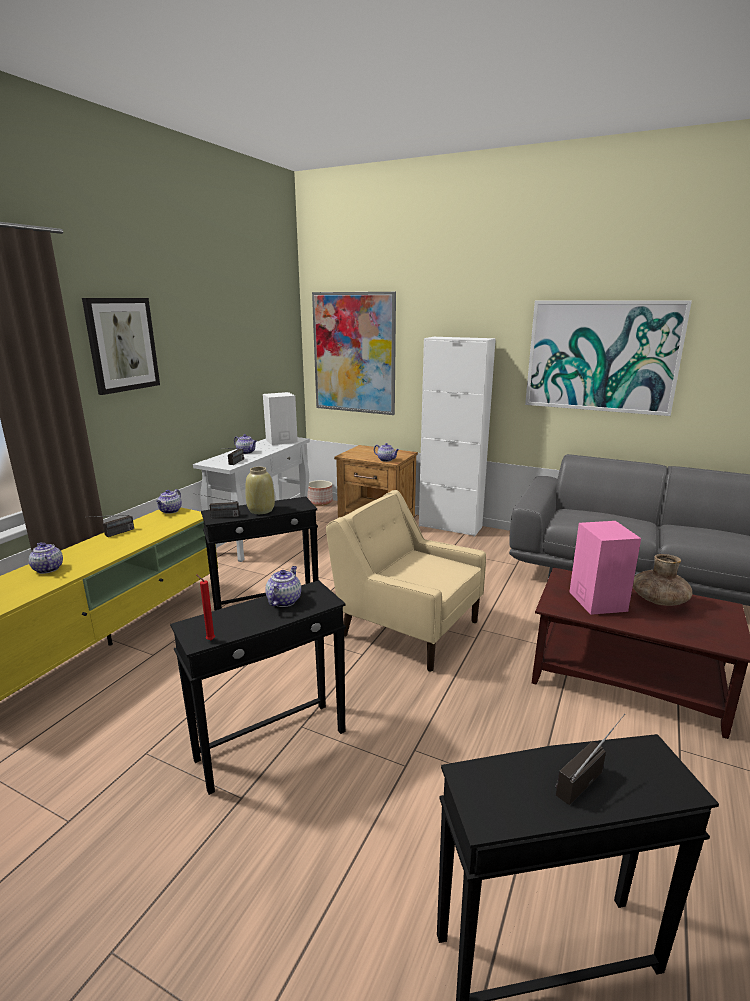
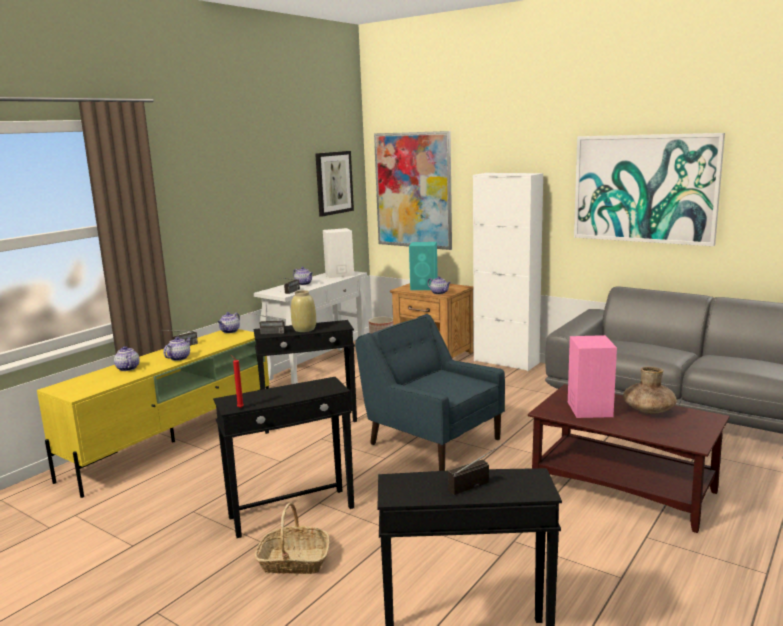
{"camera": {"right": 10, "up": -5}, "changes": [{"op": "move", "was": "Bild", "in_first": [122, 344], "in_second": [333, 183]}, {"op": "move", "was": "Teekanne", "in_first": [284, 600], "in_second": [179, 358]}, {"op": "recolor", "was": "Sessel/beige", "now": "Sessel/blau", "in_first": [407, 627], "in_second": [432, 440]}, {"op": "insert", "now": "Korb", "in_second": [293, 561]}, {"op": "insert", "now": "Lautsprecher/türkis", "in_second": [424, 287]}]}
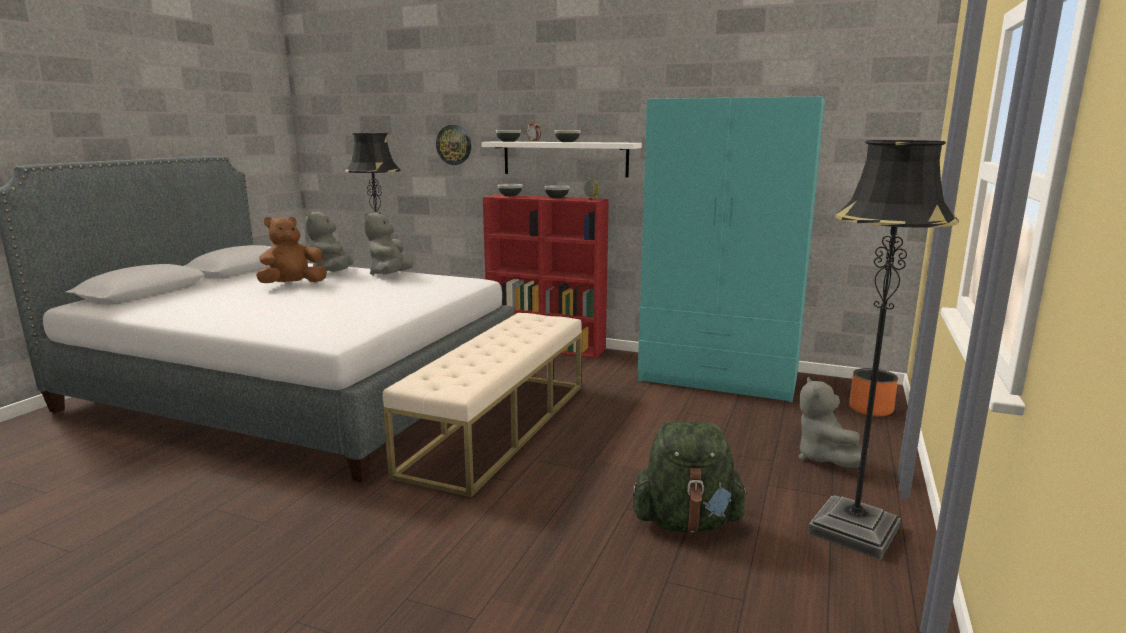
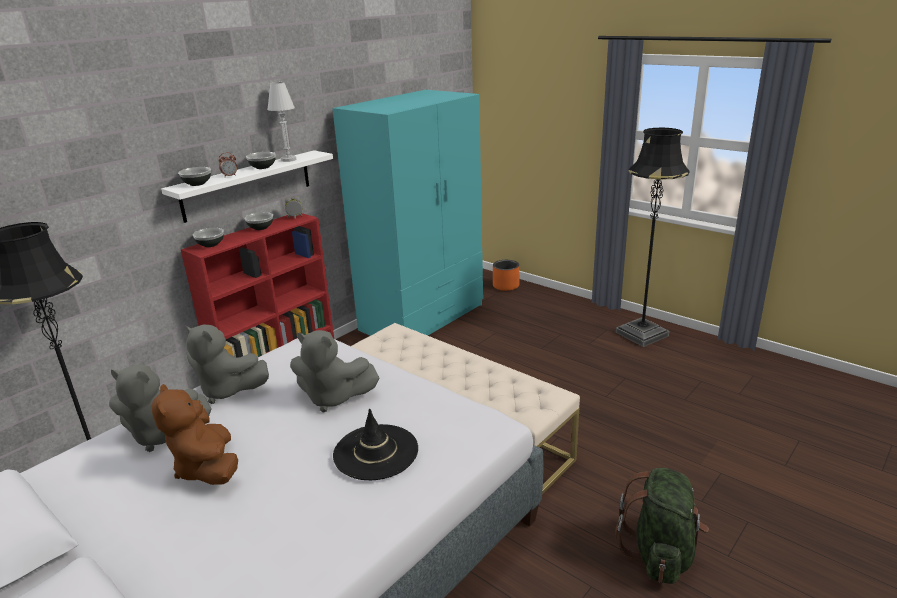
{"camera": {"right": -70, "up": 10}, "changes": [{"op": "delete", "was": "Wanduhr", "in_first": [454, 145]}, {"op": "move", "was": "Rucksack/grün", "in_first": [687, 522], "in_second": [660, 553]}, {"op": "move", "was": "Plüschtier/grau", "in_first": [824, 458], "in_second": [333, 398]}, {"op": "insert", "now": "Tischlampe/weiß", "in_second": [288, 160]}, {"op": "insert", "now": "Hut/schwarz", "in_second": [376, 452]}]}
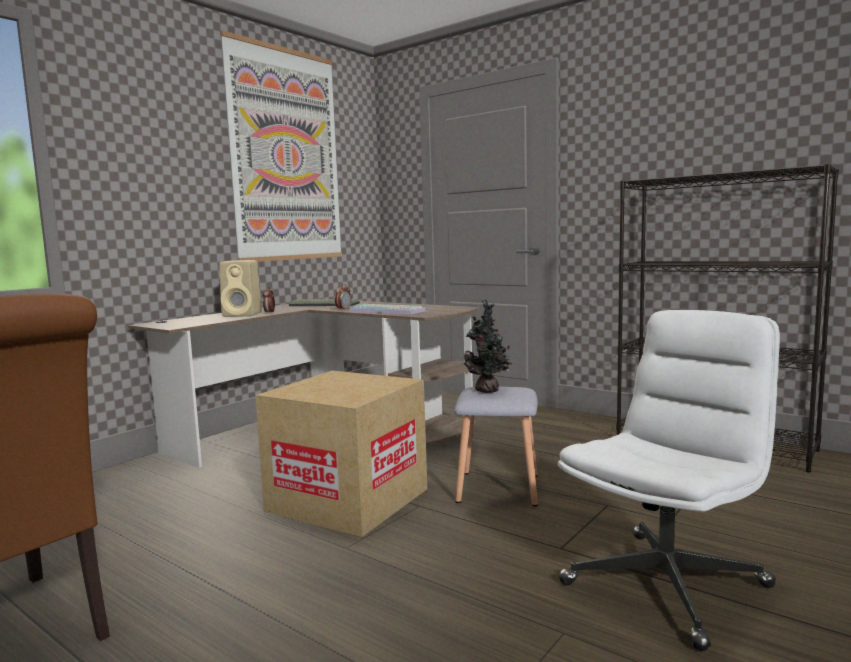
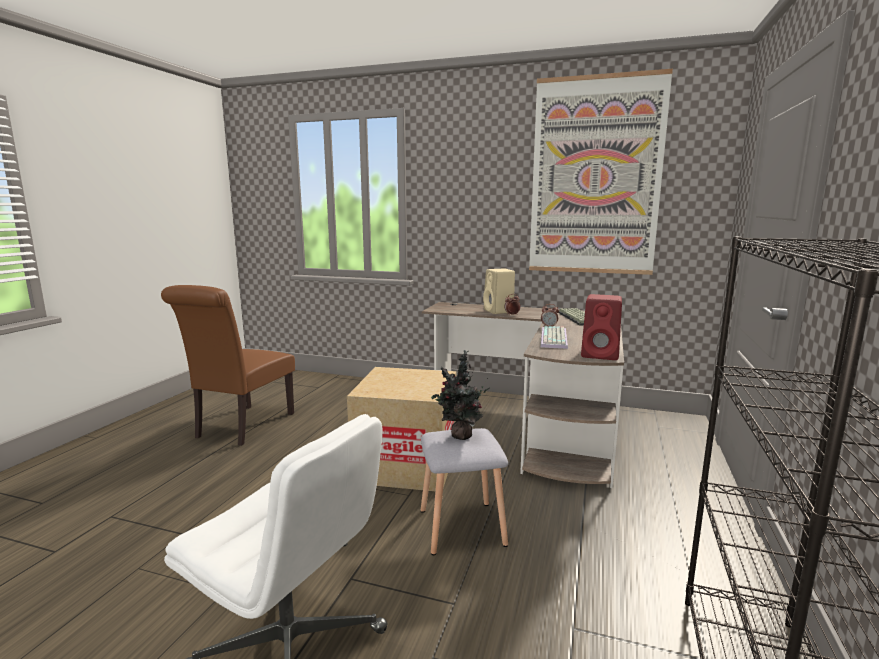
{"camera": {"right": 70, "up": 5}, "changes": [{"op": "insert", "now": "Lautsprecher/rot", "in_second": [601, 355]}]}
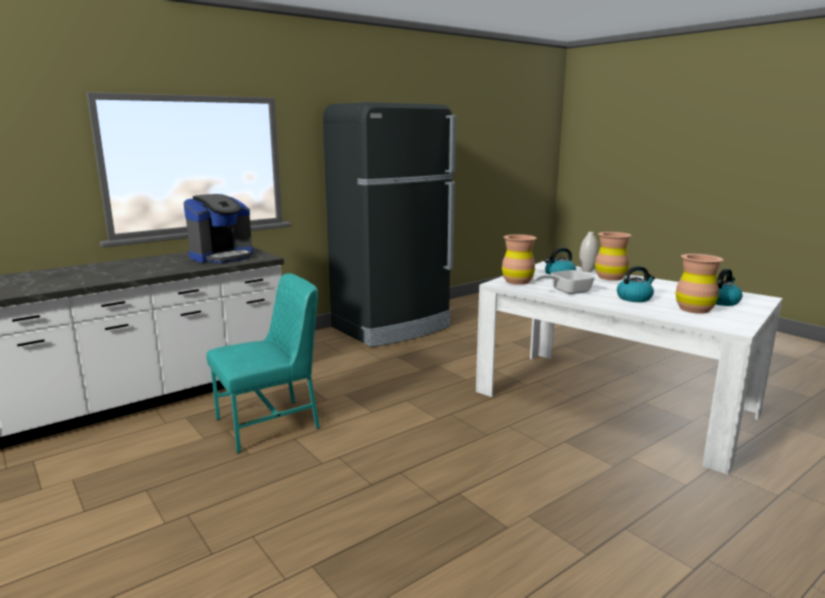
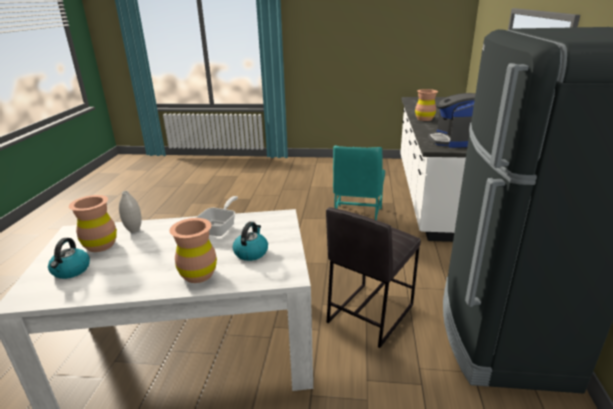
{"camera": {"right": 135, "up": 10}, "changes": [{"op": "move", "was": "Vase/braun", "in_first": [517, 281], "in_second": [424, 119]}, {"op": "move", "was": "Vase/weiß", "in_first": [587, 271], "in_second": [134, 230]}, {"op": "delete", "was": "Wasserkessel", "in_first": [634, 298]}, {"op": "insert", "now": "Hocker/grau", "in_second": [369, 313]}]}
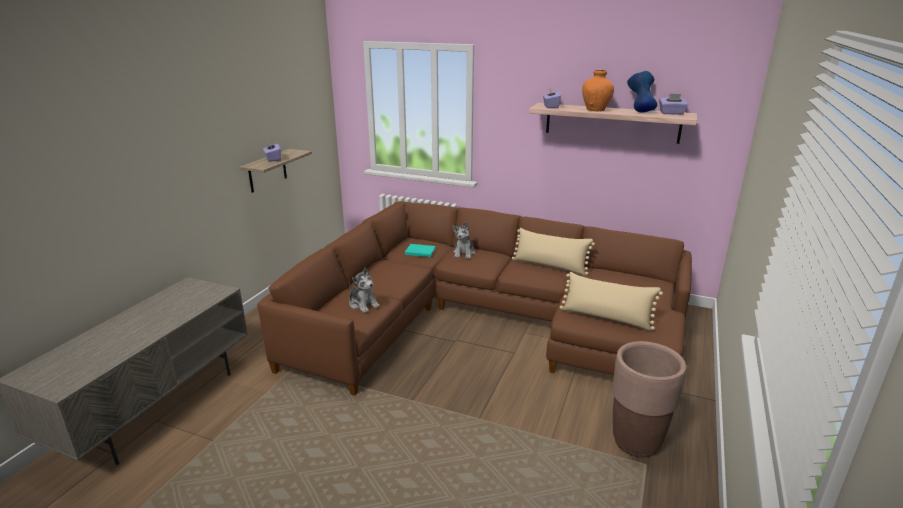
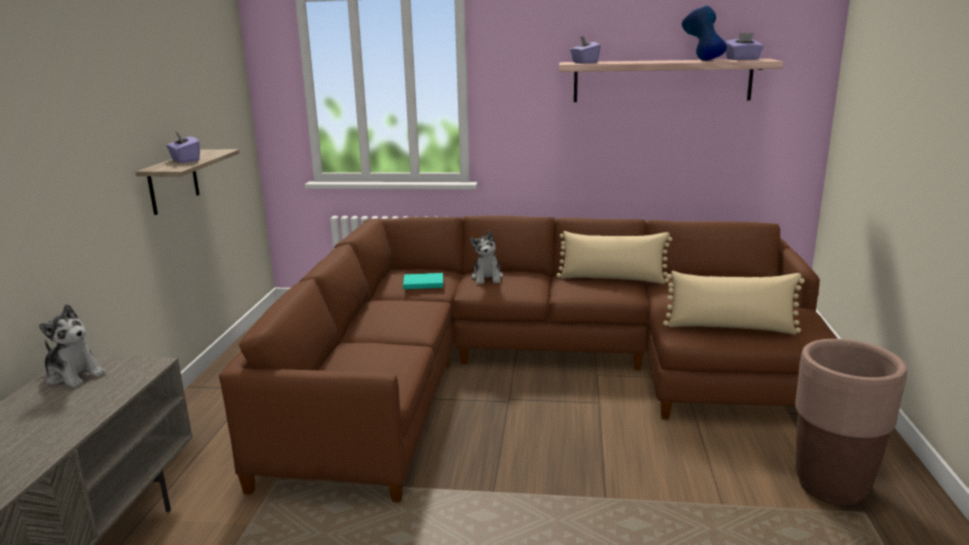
{"camera": {"right": -15, "up": -5}, "changes": [{"op": "move", "was": "Plüschtier", "in_first": [363, 304], "in_second": [74, 375]}, {"op": "delete", "was": "Vase/orange", "in_first": [595, 110]}]}
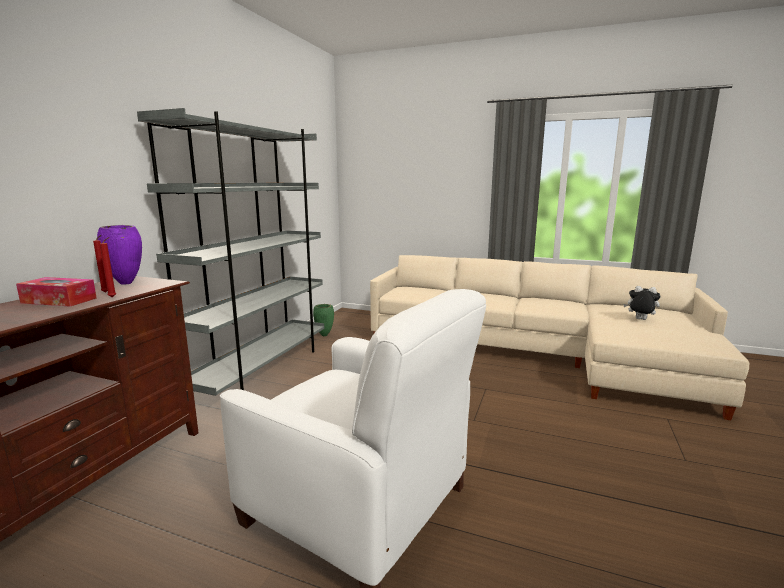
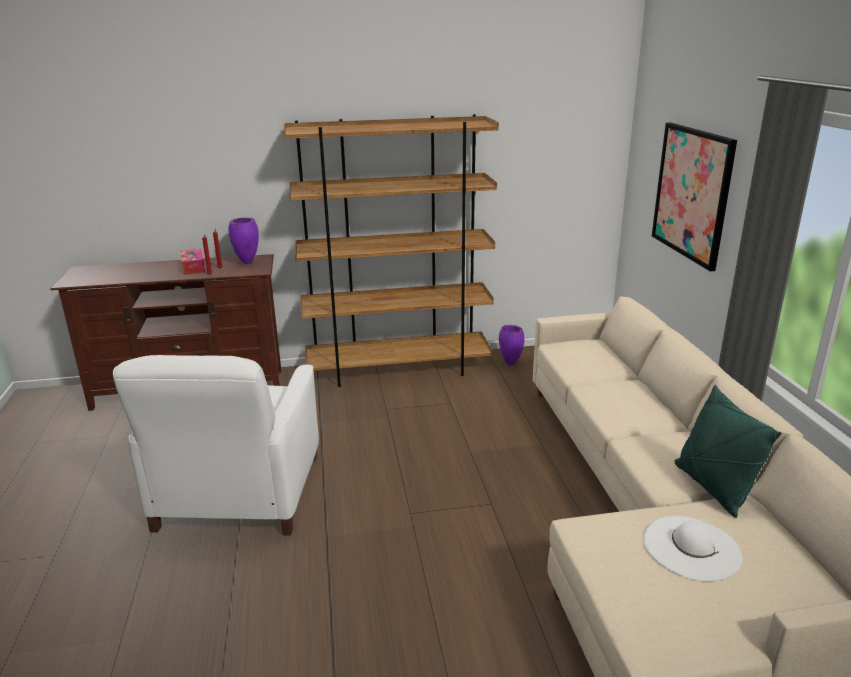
{"camera": {"right": 60, "up": 10}, "changes": [{"op": "recolor", "was": "Bücherregal/grau", "now": "Bücherregal/braun", "in_first": [263, 369], "in_second": [399, 369]}, {"op": "recolor", "was": "Vase/grün", "now": "Vase/lila", "in_first": [324, 335], "in_second": [511, 364]}, {"op": "replace", "was": "Plüschtier", "now": "Hut/weiß", "in_first": [640, 319], "in_second": [691, 547]}, {"op": "insert", "now": "Bild", "in_second": [692, 193]}, {"op": "insert", "now": "Kissen/grün", "in_second": [713, 487]}]}
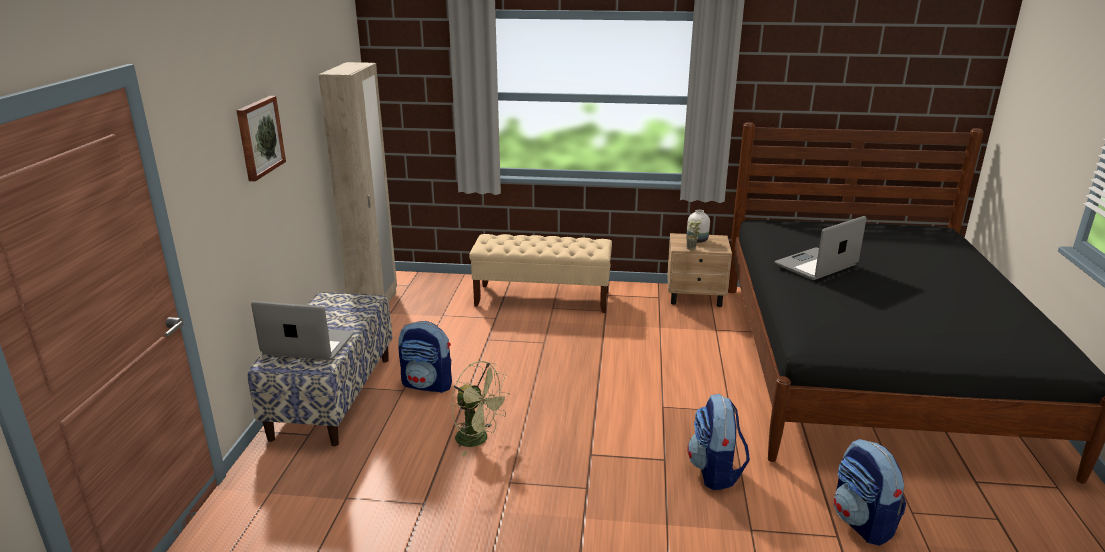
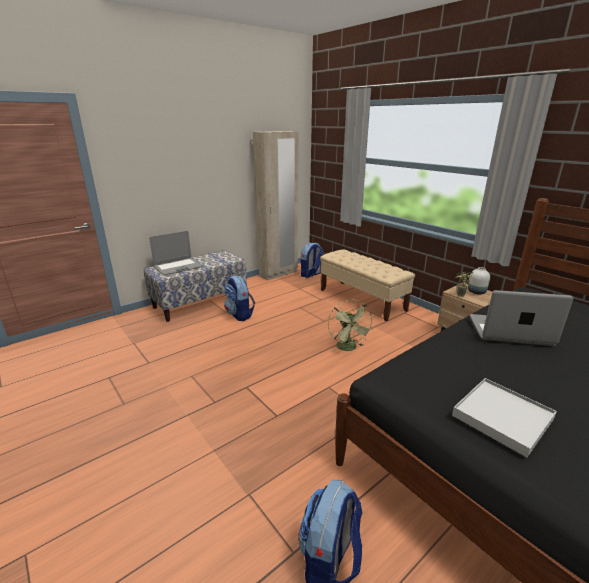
{"camera": {"right": 45, "up": 0}, "changes": [{"op": "delete", "was": "Bild", "in_first": [259, 137]}, {"op": "rotate", "was": "Laptop", "in_first": [308, 345], "in_second": [178, 267], "clockwise": 90}, {"op": "move", "was": "Ventilator/grün", "in_first": [478, 439], "in_second": [348, 348]}, {"op": "move", "was": "Rucksack", "in_first": [715, 472], "in_second": [311, 274]}, {"op": "insert", "now": "Tablett/weiß", "in_second": [502, 417]}]}
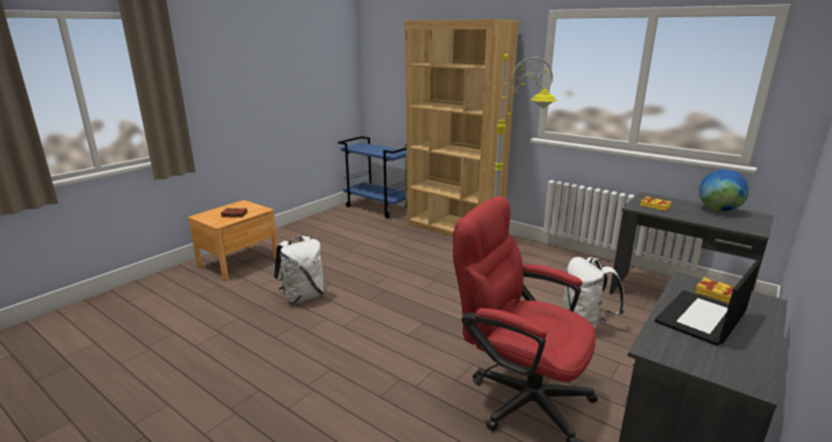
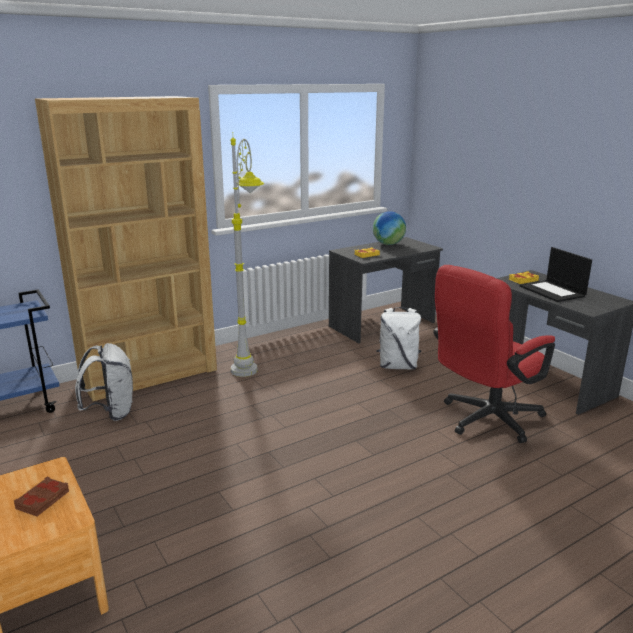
{"camera": {"right": -70, "up": 0}, "changes": [{"op": "move", "was": "Rucksack/weiß", "in_first": [302, 296], "in_second": [111, 413]}]}
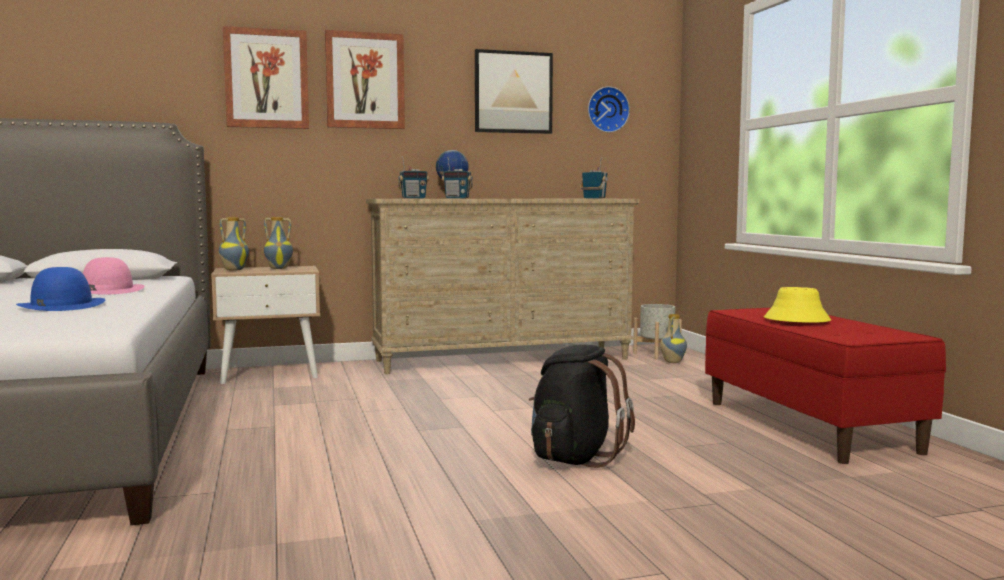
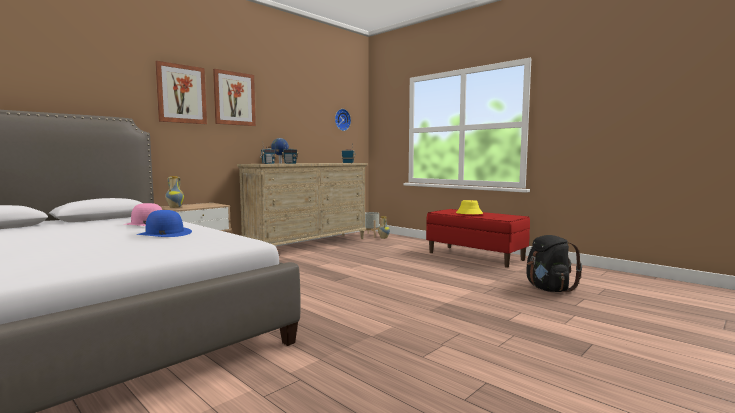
{"camera": {"right": -30, "up": 0}, "changes": [{"op": "delete", "was": "Vase", "in_first": [279, 268]}, {"op": "delete", "was": "Bild", "in_first": [513, 92]}, {"op": "move", "was": "Rucksack/schwarz", "in_first": [574, 458], "in_second": [548, 289]}]}
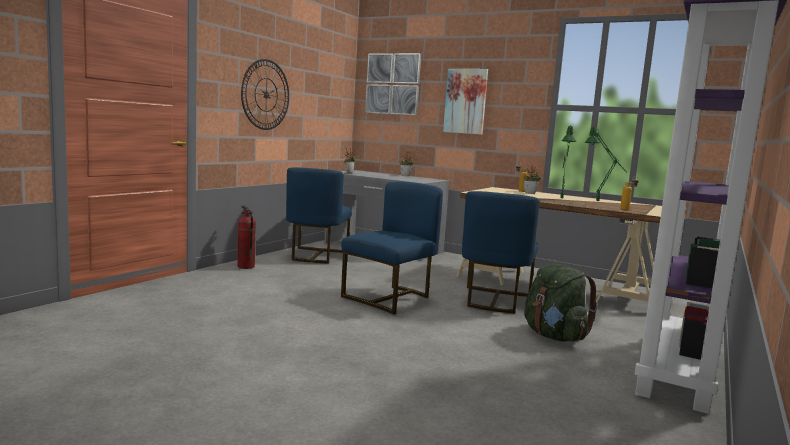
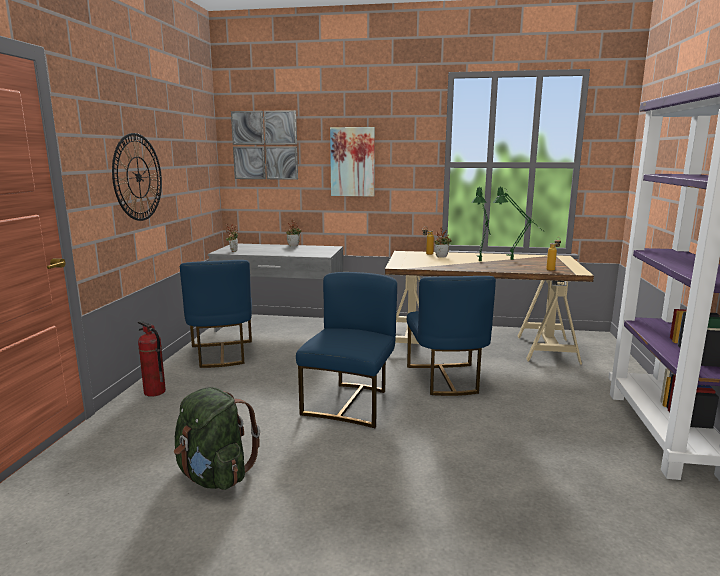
{"camera": {"right": -20, "up": 5}, "changes": [{"op": "move", "was": "Rucksack/grün", "in_first": [554, 336], "in_second": [214, 476]}]}
